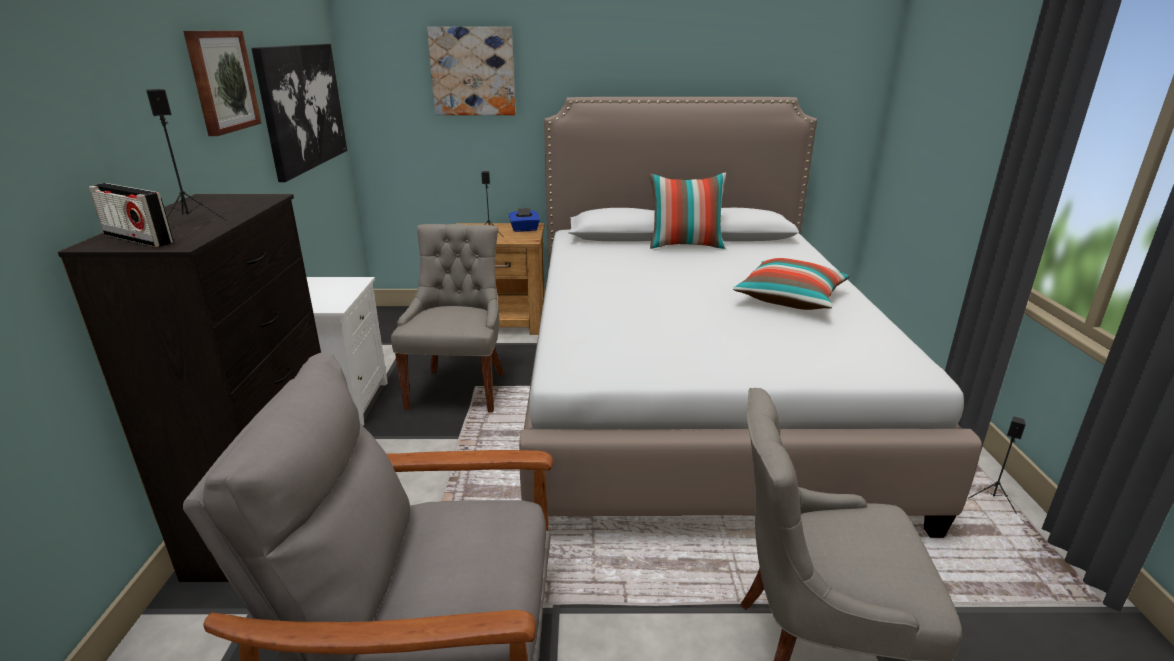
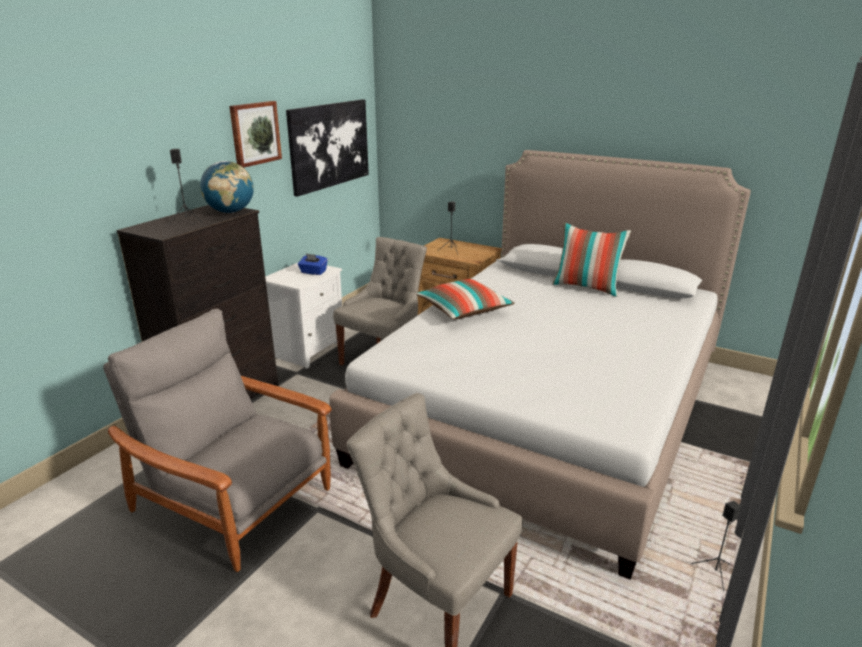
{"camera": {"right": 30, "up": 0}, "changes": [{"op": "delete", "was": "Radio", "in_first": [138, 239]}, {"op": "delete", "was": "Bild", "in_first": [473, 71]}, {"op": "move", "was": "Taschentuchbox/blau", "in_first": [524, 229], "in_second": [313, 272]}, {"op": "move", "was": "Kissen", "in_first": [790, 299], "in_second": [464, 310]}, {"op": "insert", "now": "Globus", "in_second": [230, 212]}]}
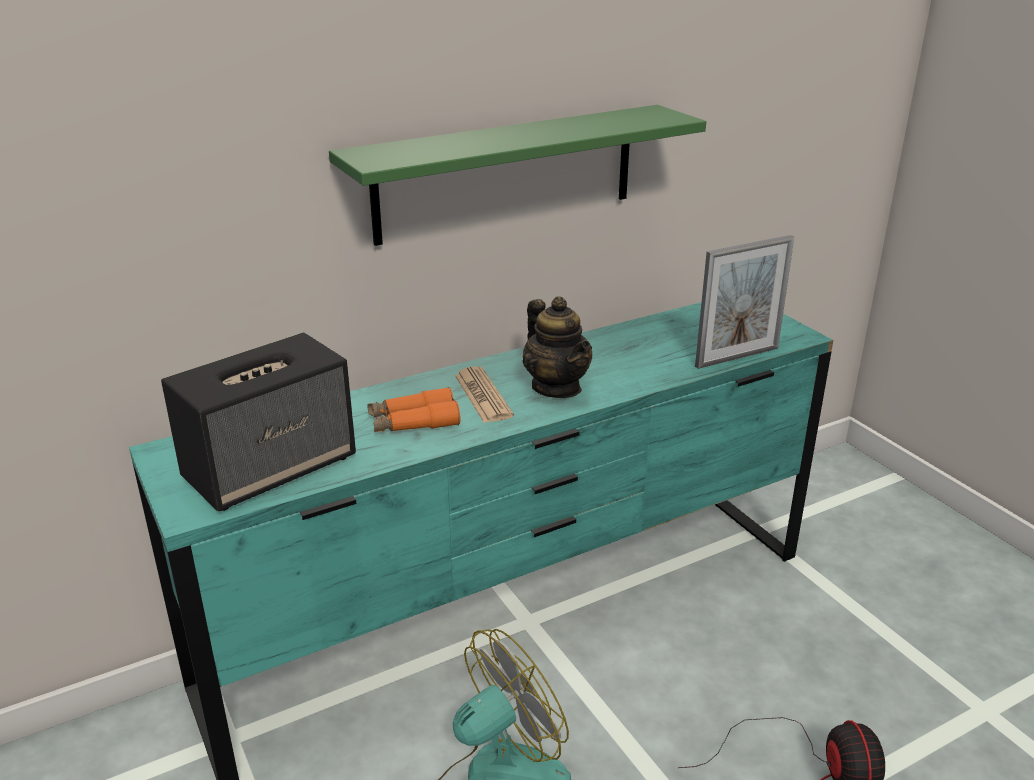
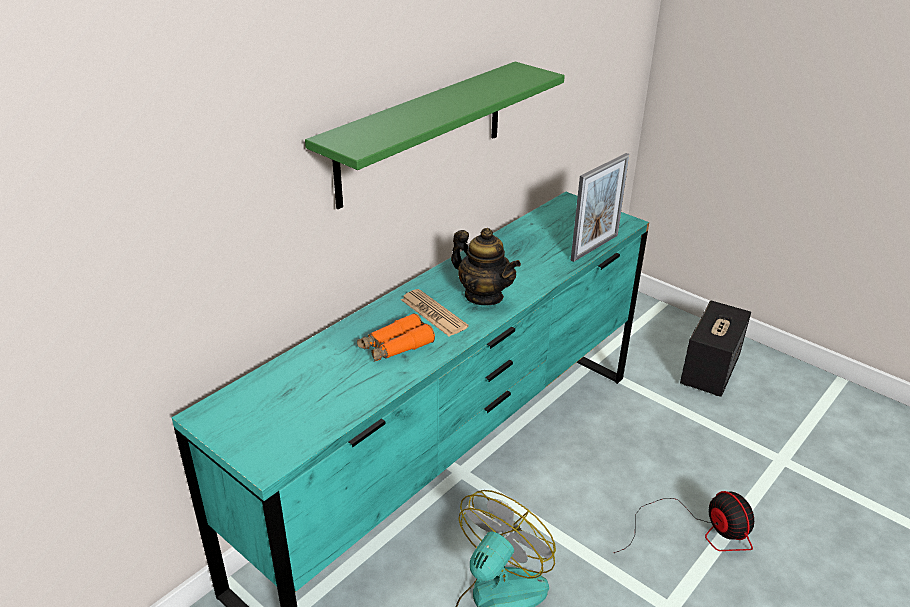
{"camera": {"right": -20, "up": 5}, "changes": [{"op": "move", "was": "Lautsprecher", "in_first": [272, 468], "in_second": [709, 370]}]}
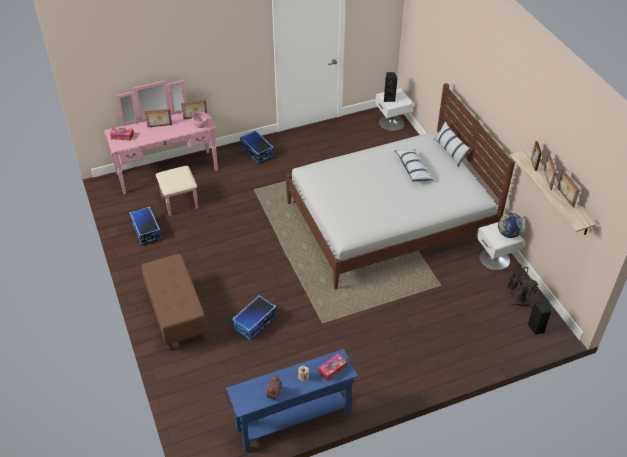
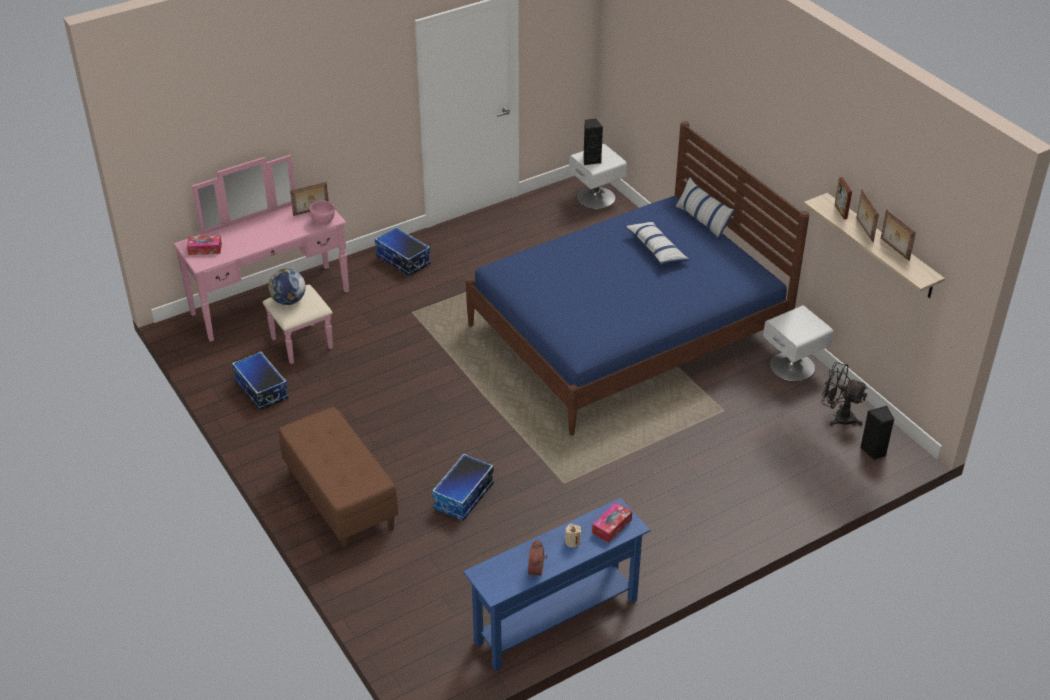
{"camera": {"right": -10, "up": -5}, "changes": [{"op": "delete", "was": "Bilderrahmen", "in_first": [159, 126]}, {"op": "recolor", "was": "Bett/weiß", "now": "Bett/blau", "in_first": [389, 221], "in_second": [627, 333]}, {"op": "move", "was": "Globus", "in_first": [508, 234], "in_second": [288, 301]}]}
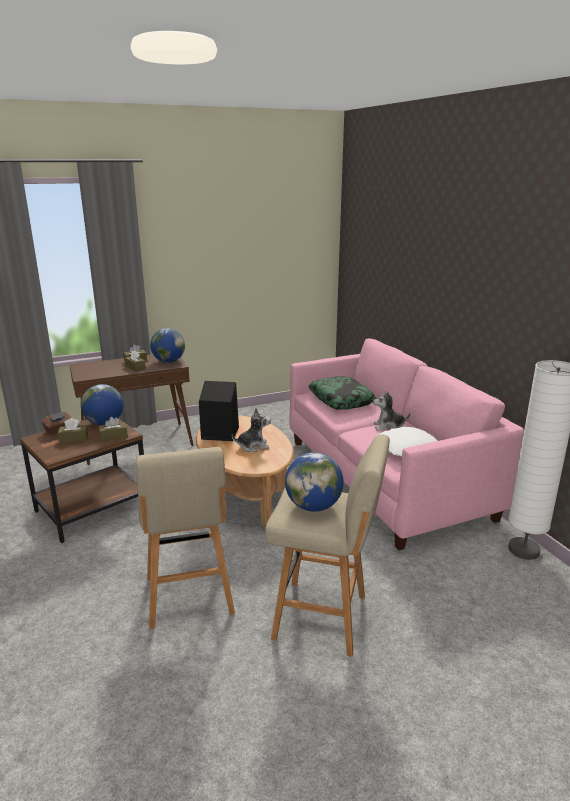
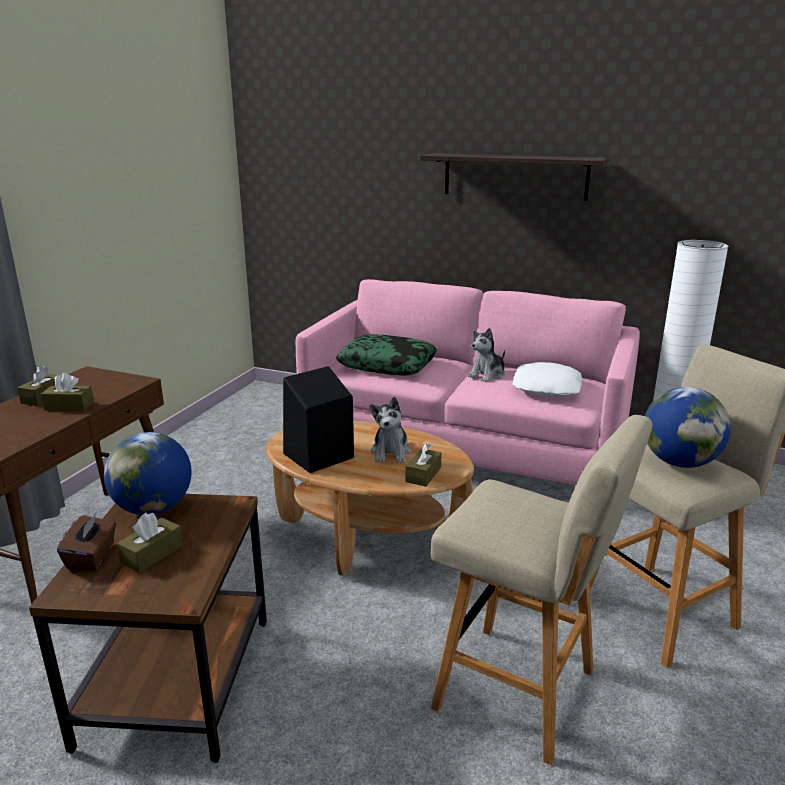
{"camera": {"right": -45, "up": 0}, "changes": [{"op": "move", "was": "Taschentuchbox/braun", "in_first": [113, 436], "in_second": [423, 475]}, {"op": "delete", "was": "Globus", "in_first": [168, 361]}, {"op": "rotate", "was": "Plüschtier", "in_first": [253, 446], "in_second": [391, 452], "clockwise": 150}, {"op": "insert", "now": "Wandregal", "in_second": [515, 176]}]}
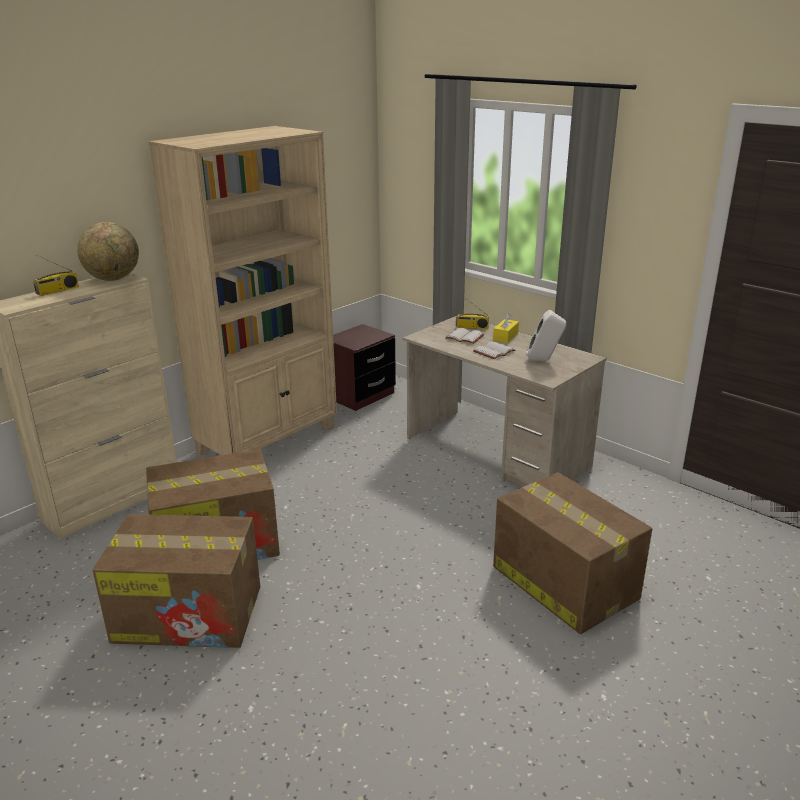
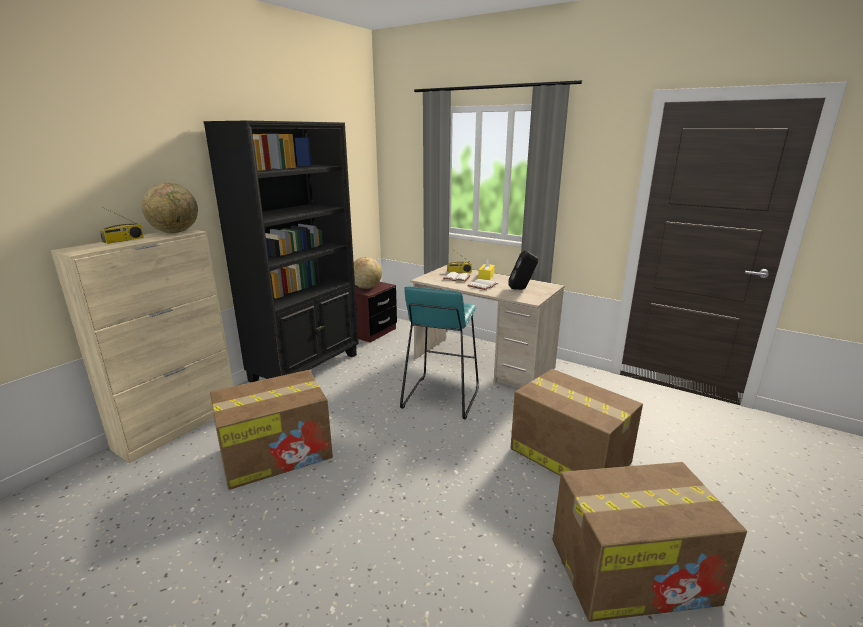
{"camera": {"right": -10, "up": -5}, "changes": [{"op": "move", "was": "Karton", "in_first": [190, 613], "in_second": [633, 570]}, {"op": "recolor", "was": "Bücherregal/beige", "now": "Bücherregal/schwarz", "in_first": [269, 439], "in_second": [306, 367]}, {"op": "recolor", "was": "Lautsprecher/weiß", "now": "Lautsprecher/schwarz", "in_first": [544, 361], "in_second": [522, 289]}, {"op": "insert", "now": "Globus", "in_second": [366, 287]}, {"op": "insert", "now": "Hocker/türkis", "in_second": [440, 397]}]}
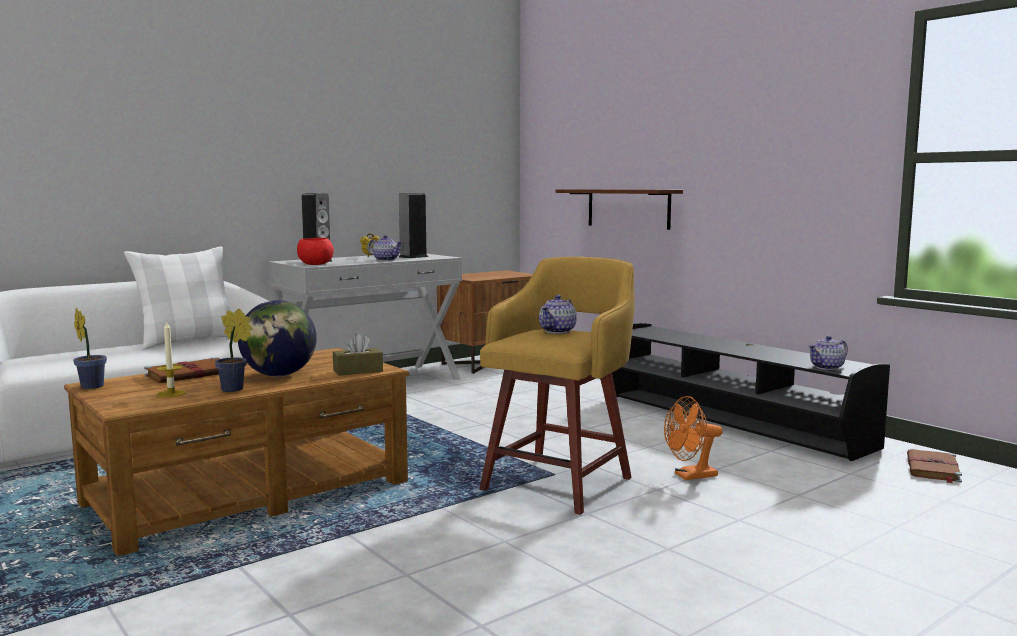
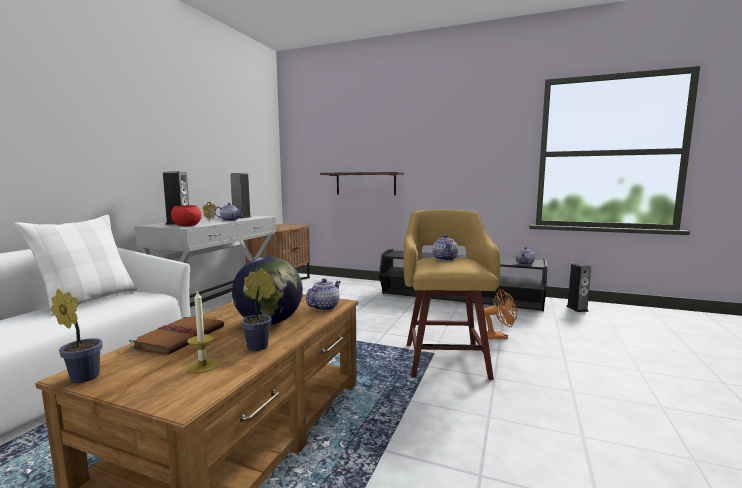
{"camera": {"right": -30, "up": 0}, "changes": [{"op": "replace", "was": "Taschentuchbox/braun", "now": "Teekanne", "in_first": [358, 371], "in_second": [324, 307]}, {"op": "rotate", "was": "Ventilator/orange", "in_first": [690, 476], "in_second": [498, 336], "clockwise": -135}, {"op": "replace", "was": "Buch/braun", "now": "Lautsprecher", "in_first": [933, 469], "in_second": [577, 308]}]}
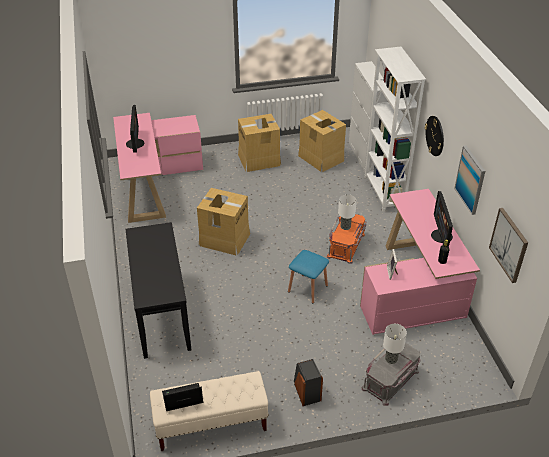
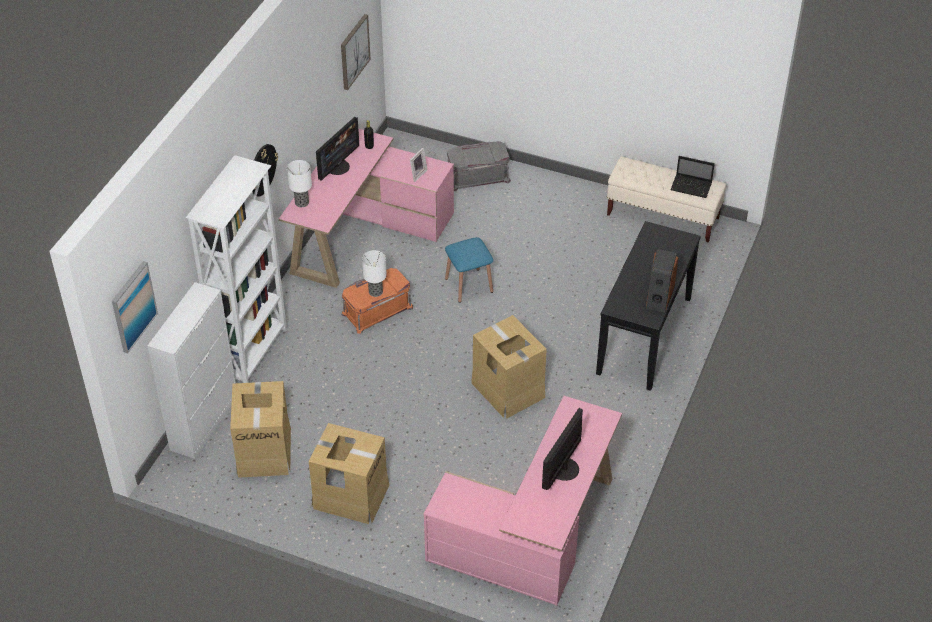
{"camera": {"right": -145, "up": 5}, "changes": [{"op": "move", "was": "Lautsprecher", "in_first": [306, 391], "in_second": [659, 297]}, {"op": "move", "was": "Tischlampe", "in_first": [391, 359], "in_second": [301, 203]}, {"op": "move", "was": "Bild", "in_first": [470, 179], "in_second": [133, 306]}]}
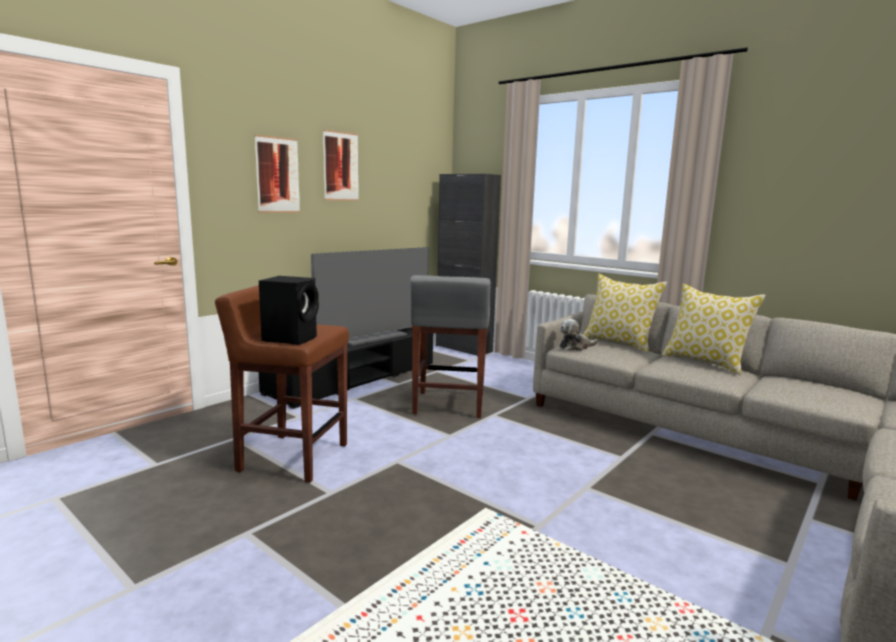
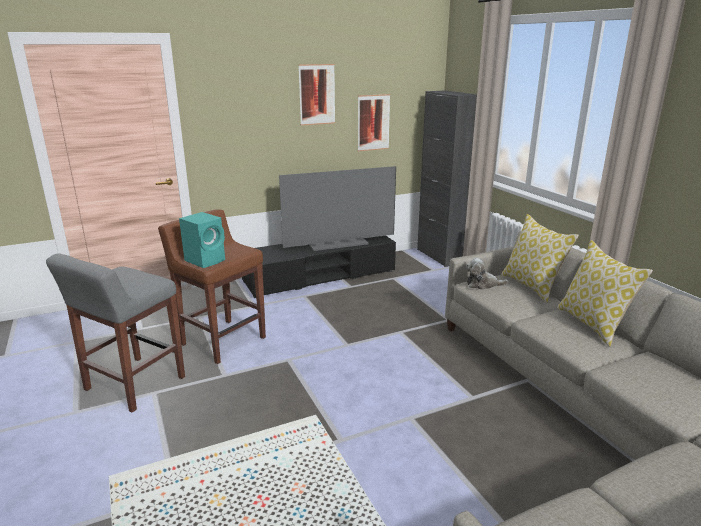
{"camera": {"right": 25, "up": 10}, "changes": [{"op": "move", "was": "Bild", "in_first": [277, 175], "in_second": [373, 122]}, {"op": "recolor", "was": "Lautsprecher/schwarz", "now": "Lautsprecher/türkis", "in_first": [291, 338], "in_second": [206, 260]}, {"op": "move", "was": "Hocker/grau", "in_first": [448, 405], "in_second": [134, 384]}]}
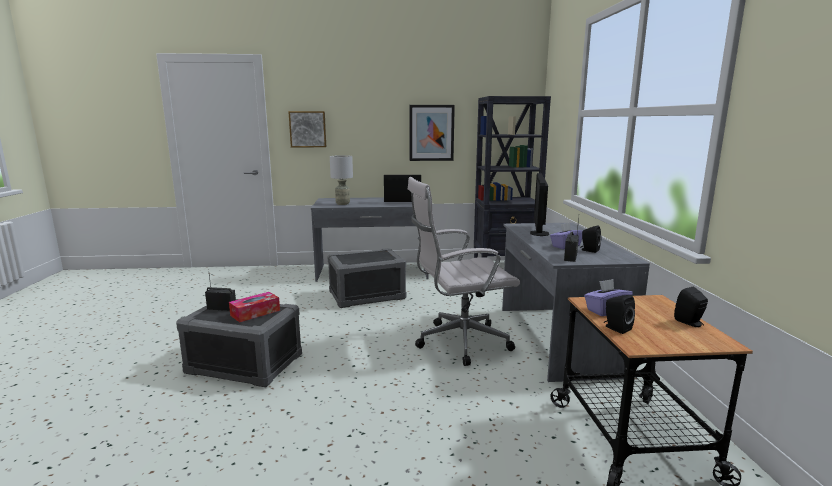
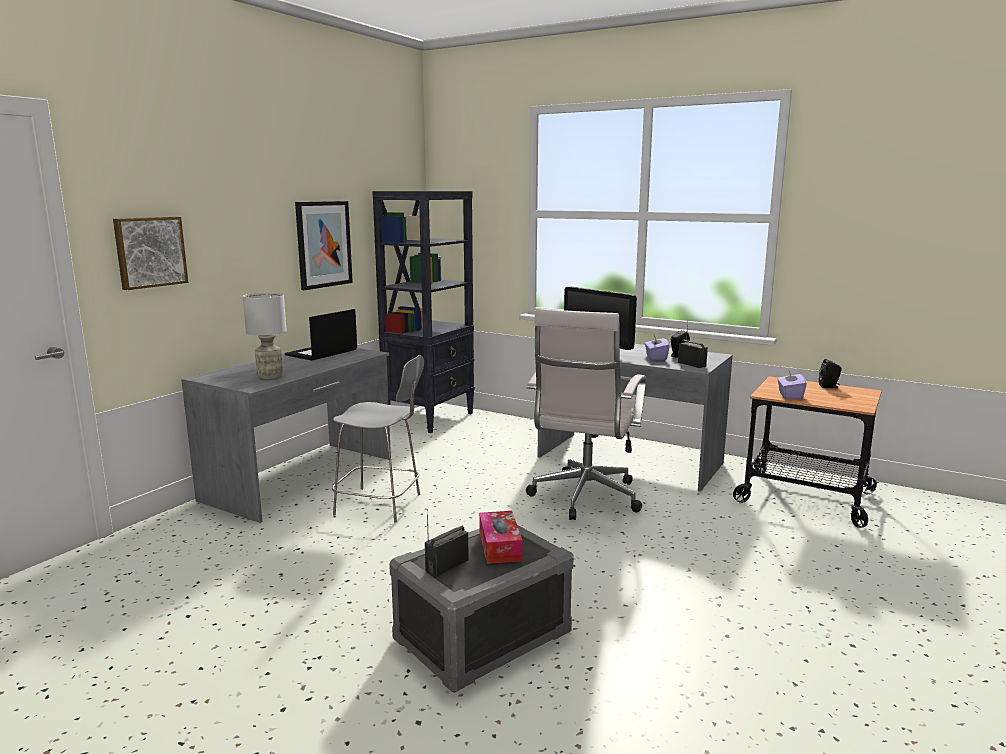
{"camera": {"right": -55, "up": 0}, "changes": [{"op": "replace", "was": "Aufbewahrungsbox/grau", "now": "Stuhl/grau", "in_first": [366, 295], "in_second": [381, 505]}, {"op": "delete", "was": "Lautsprecher/schwarz", "in_first": [616, 328]}]}
